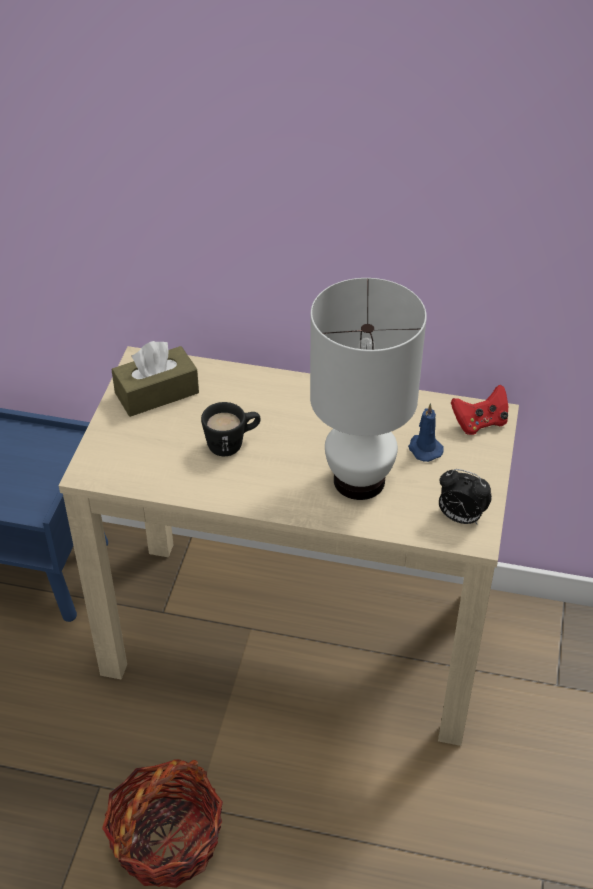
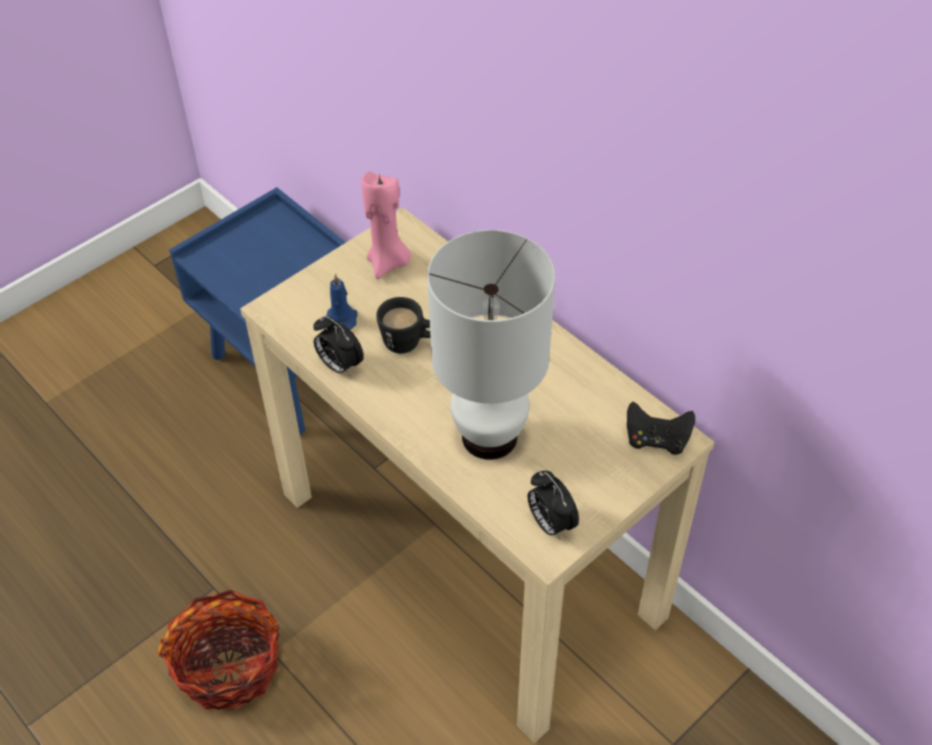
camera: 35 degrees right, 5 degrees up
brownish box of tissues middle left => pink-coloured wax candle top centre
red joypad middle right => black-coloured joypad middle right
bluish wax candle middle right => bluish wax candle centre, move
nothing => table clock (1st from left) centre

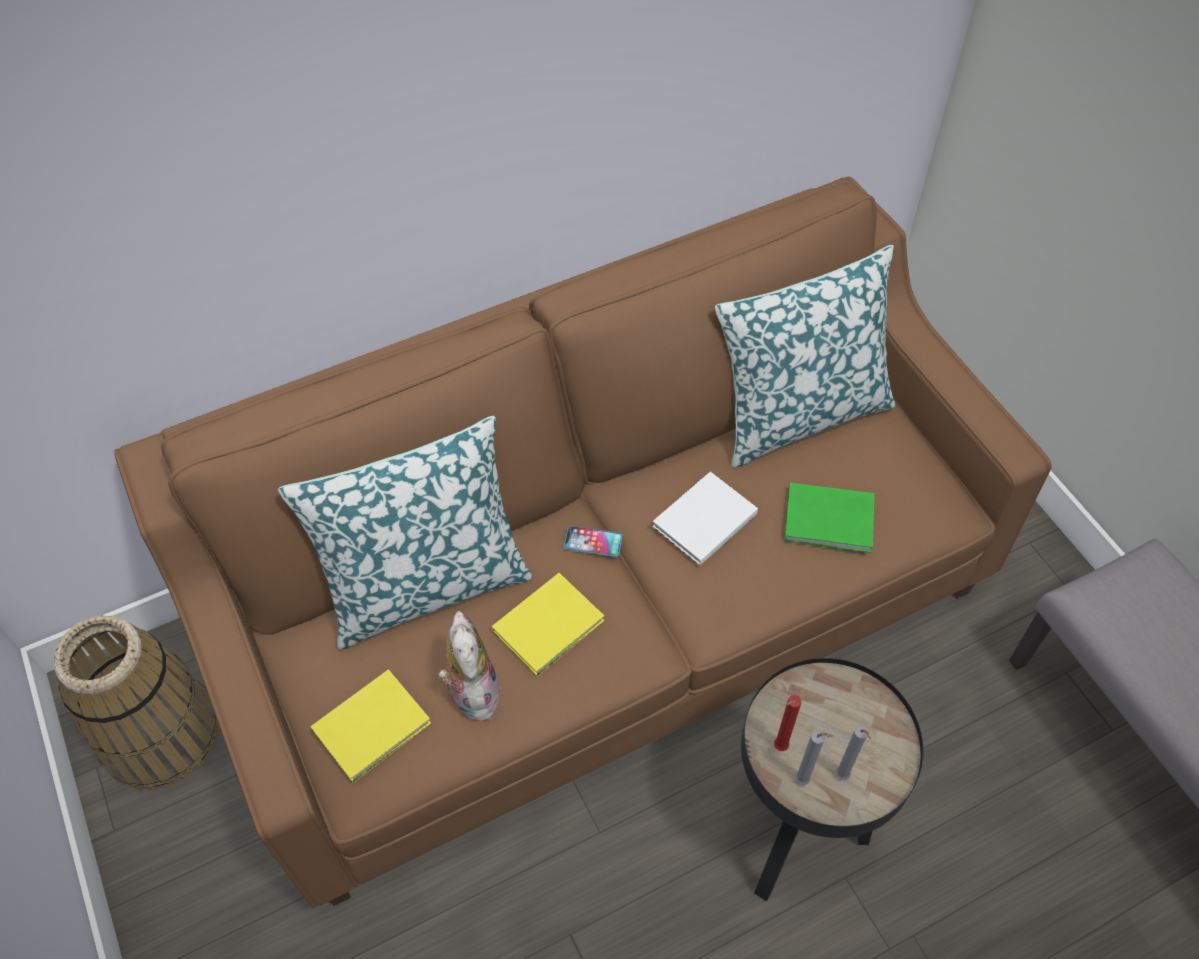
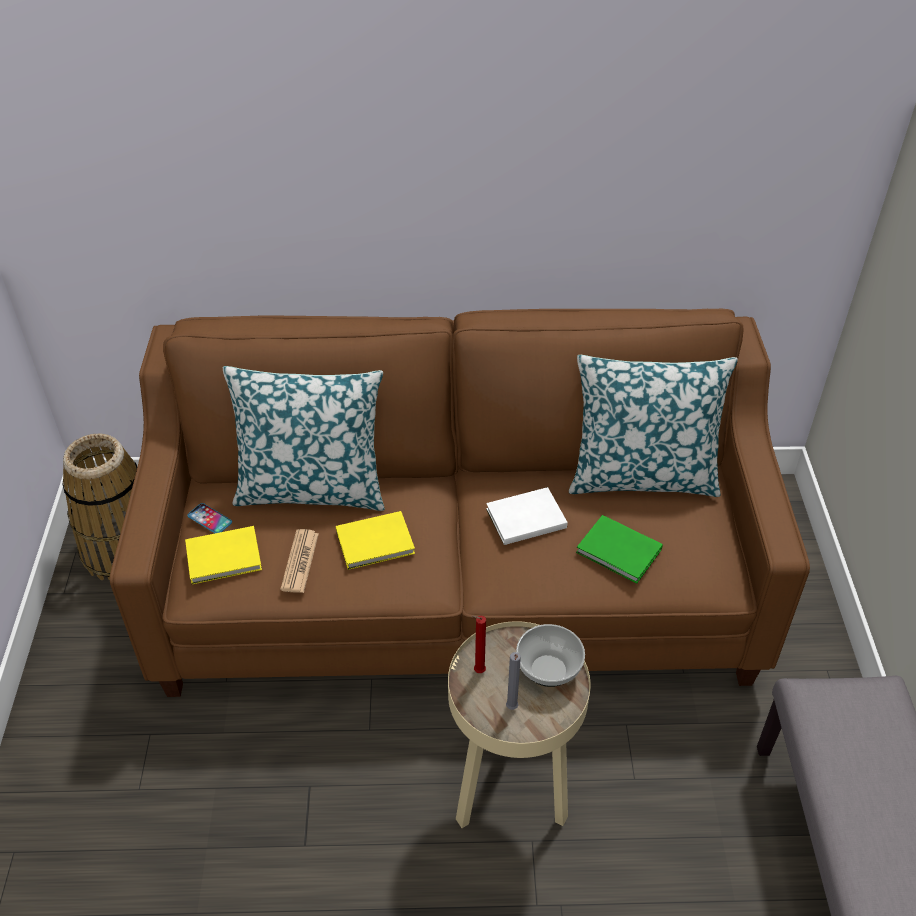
camera: 25 degrees right, 10 degrees down
handset centre => handset middle left, move
plush toy bottom centre => daily paper middle left
black-coloured side table bottom right => beige side table bottom centre
grey wax candle (1st from left) bottom right => nothing
nothing => deep dish bottom centre

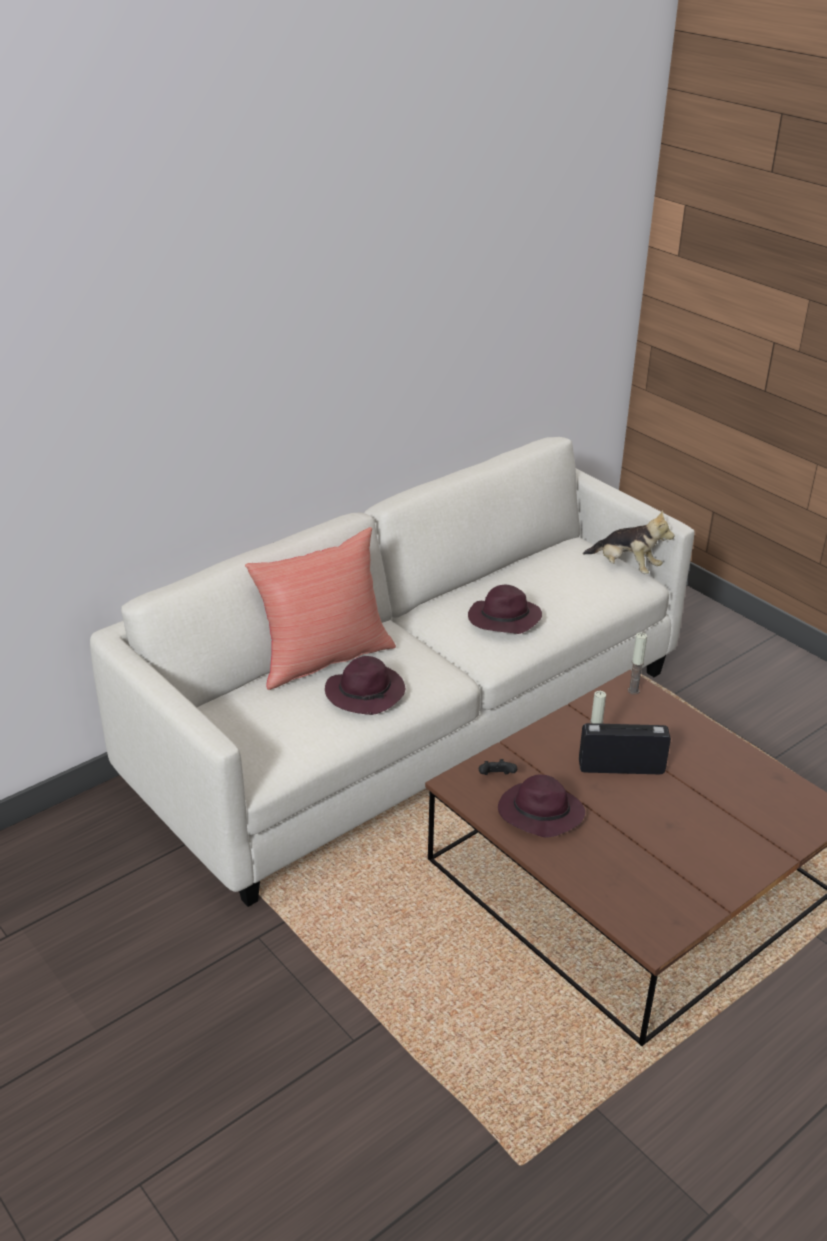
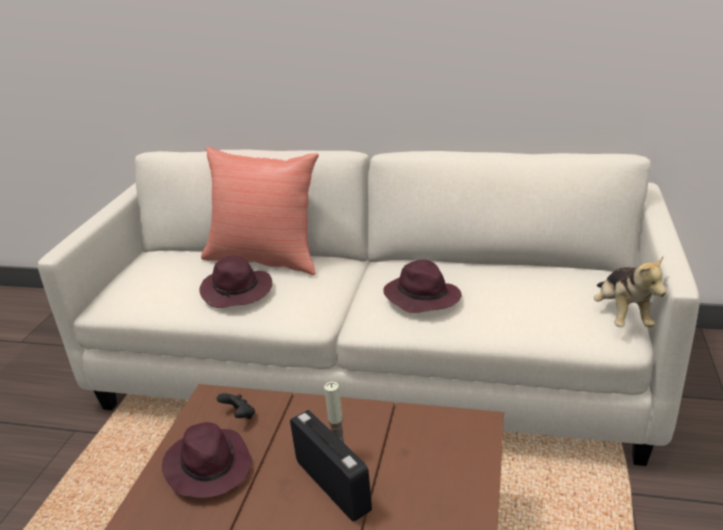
camera: 55 degrees right, 5 degrees down
wax candle (2nd from left) middle right => nothing

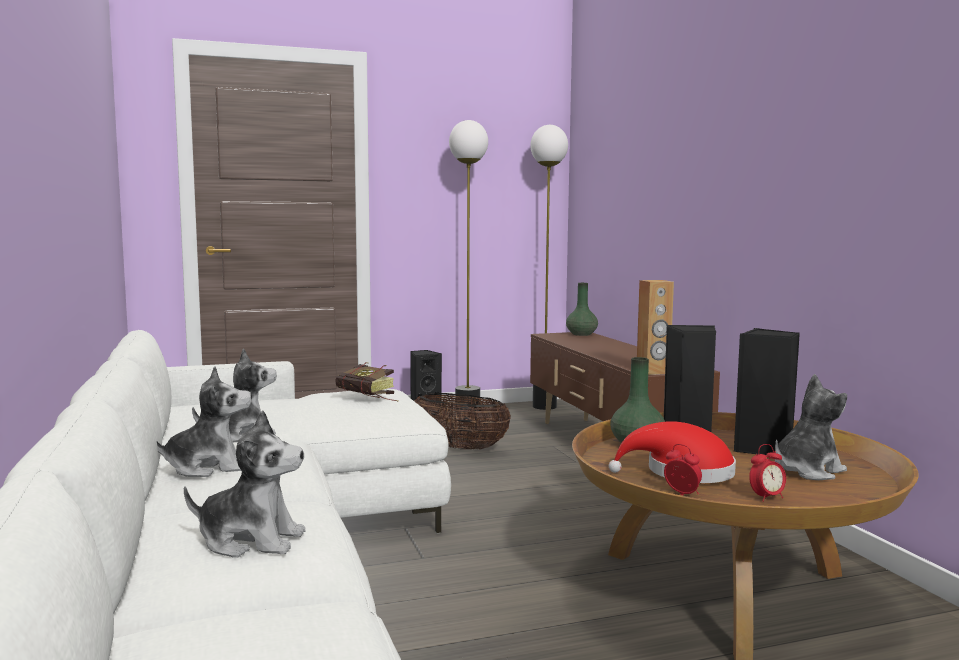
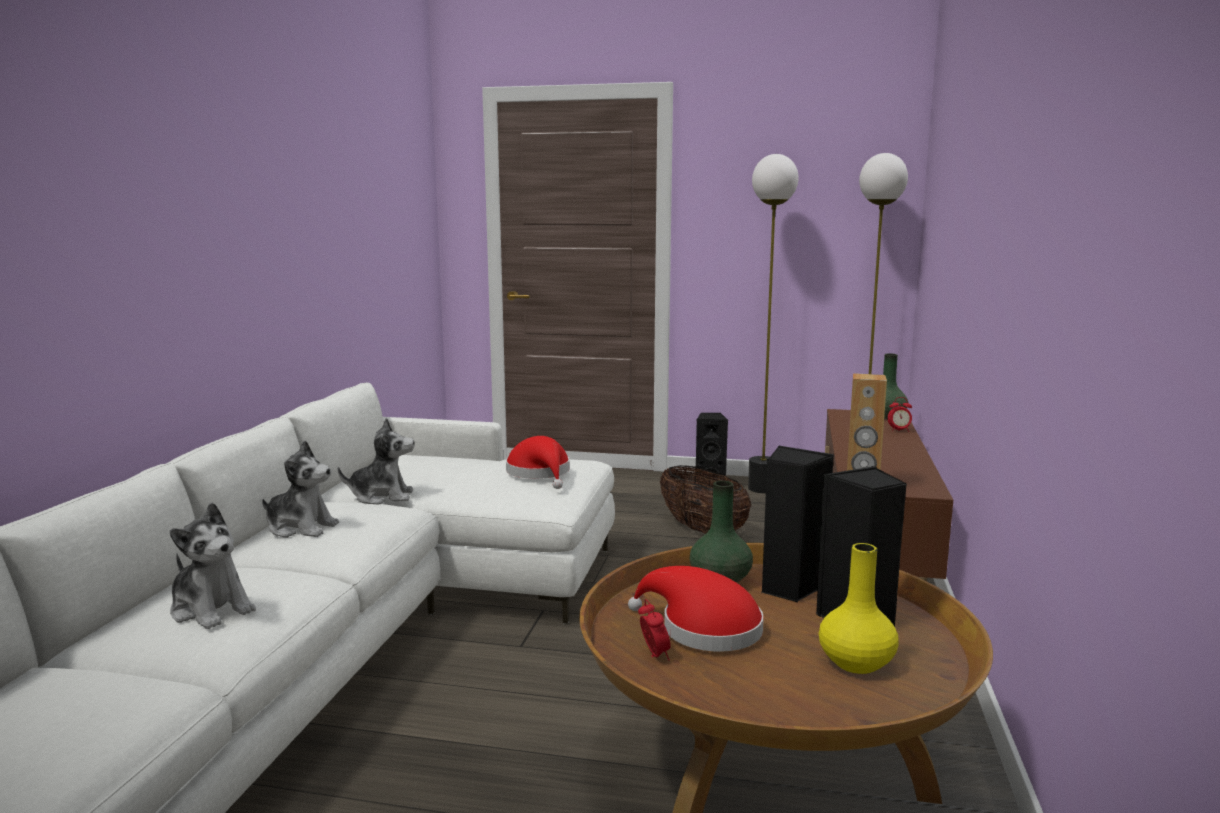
camera: 30 degrees right, 5 degrees up
bound book centre => red hat (1st from left) centre
plush toy (4th from left) middle right => yellow-coloured vase bottom right
table clock (2nd from left) bottom right => table clock (2nd from left) middle right, move

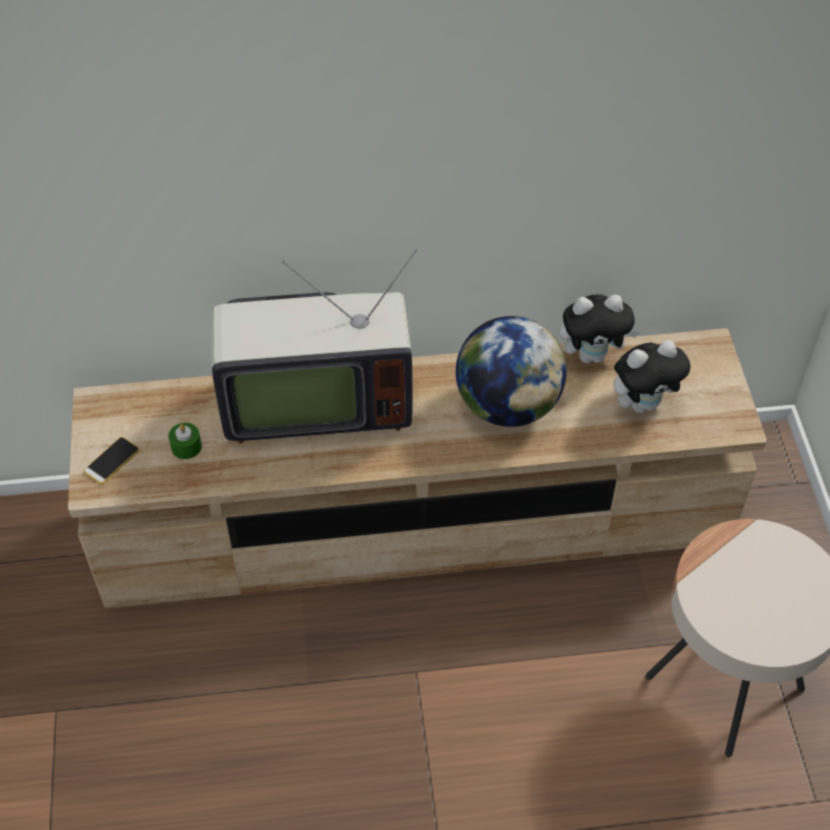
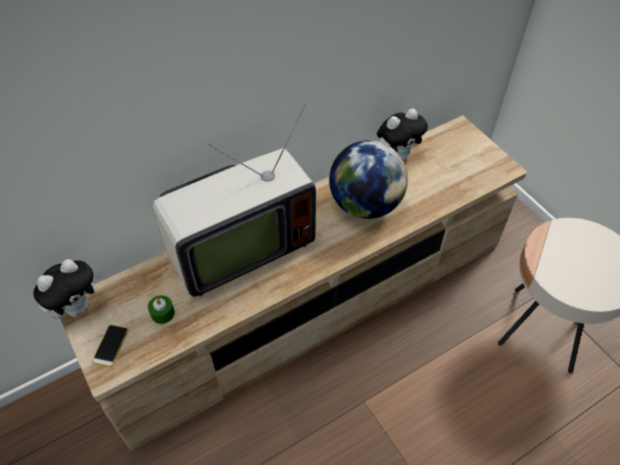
camera: 25 degrees left, 0 degrees up
plush toy (2nd from left in the first image) middle right => plush toy (1st from left) middle left, move

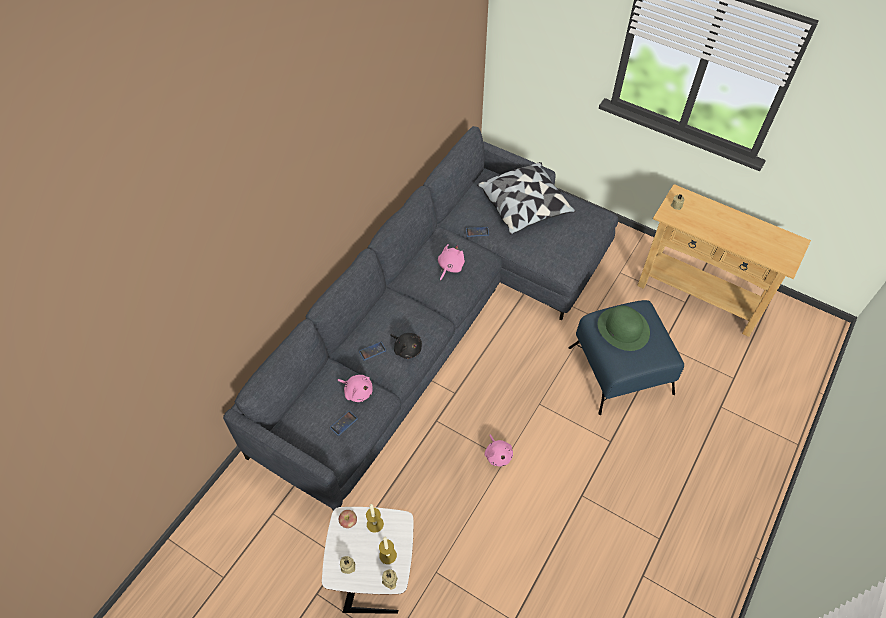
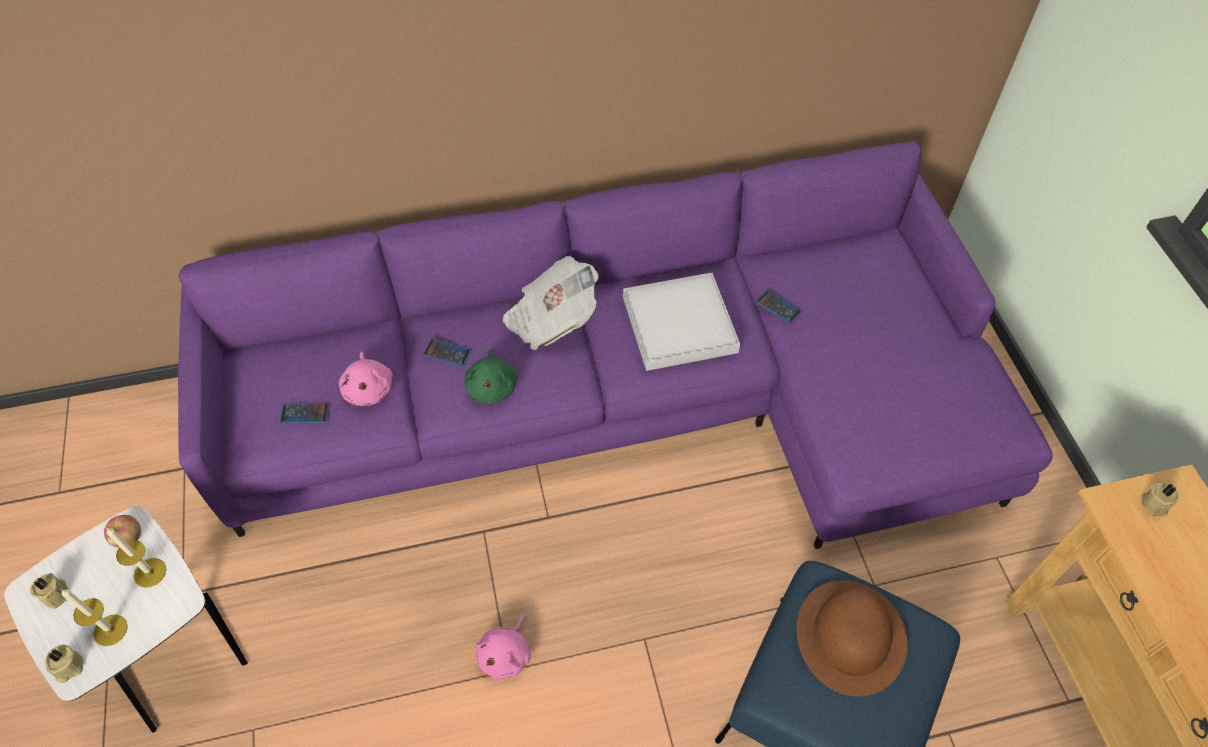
camera: 45 degrees right, 0 degrees up
grey sofa centre => purple-coloured sofa centre
cushion top centre => nothing
pink-coloured plush toy (2nd from left) centre => whitish serving tray centre
green hat middle right => brownish hat bottom right
black-coloured plush toy centre => green plush toy centre
nothing => daily paper centre

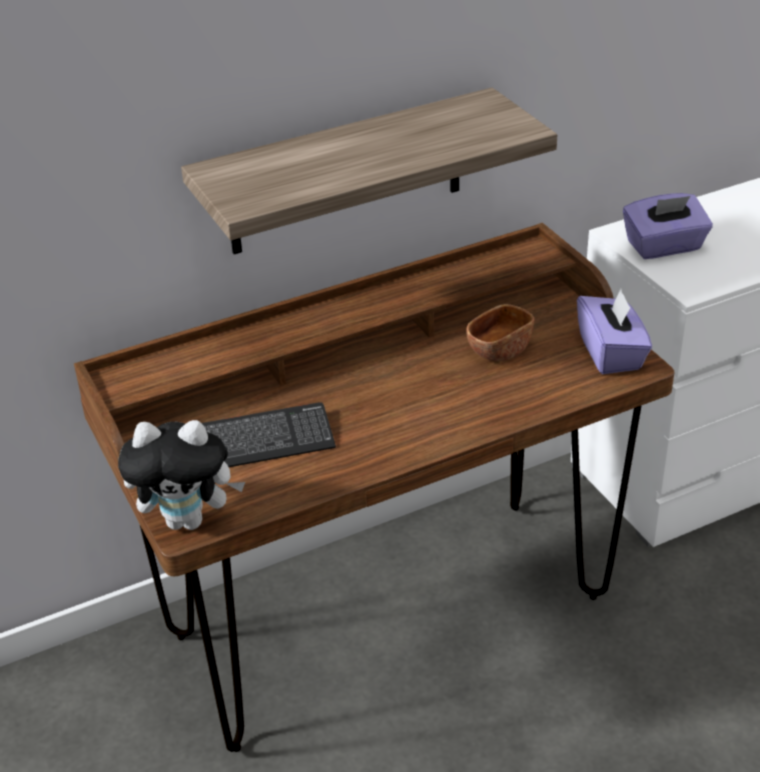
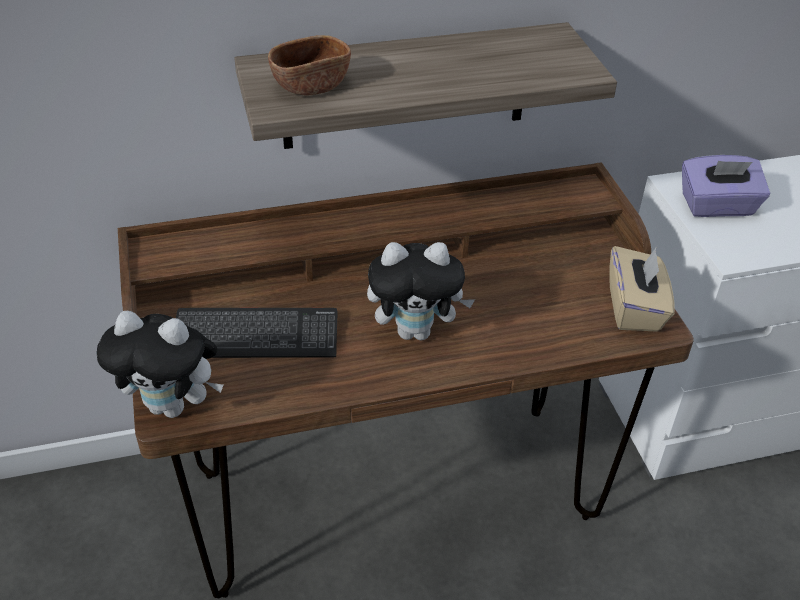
camera: 10 degrees right, 5 degrees up
purple-coloured box of tissues (1st from left) middle right => beige box of tissues middle right
brownish deep dish centre => brownish deep dish top centre, move
nothing => plush toy (2nd from left) centre

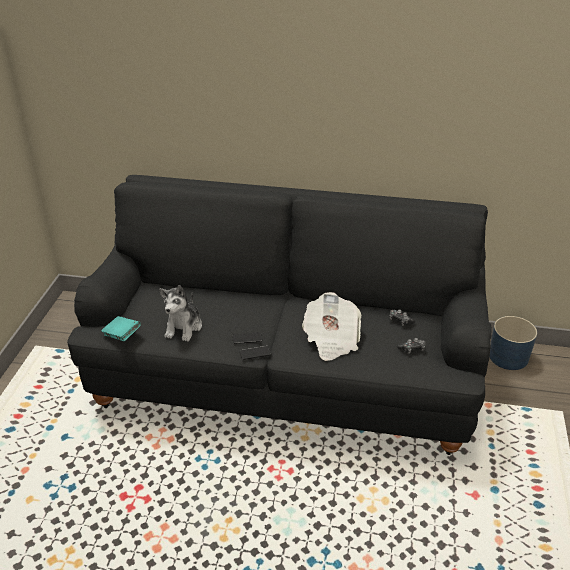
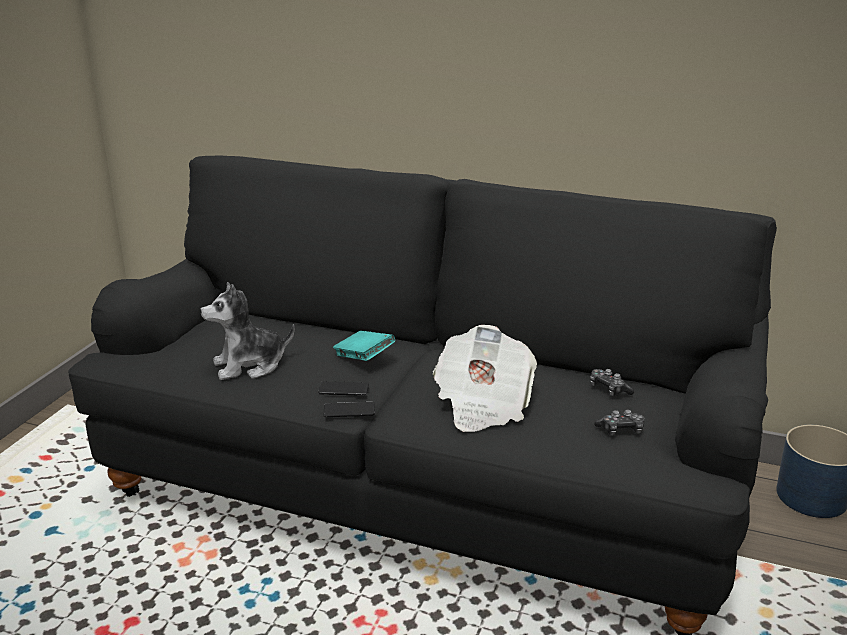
camera: 10 degrees right, 10 degrees down
plush toy middle left, 45 degrees clockwise
turquoise-coloured bound book middle left => turquoise-coloured bound book centre, move

